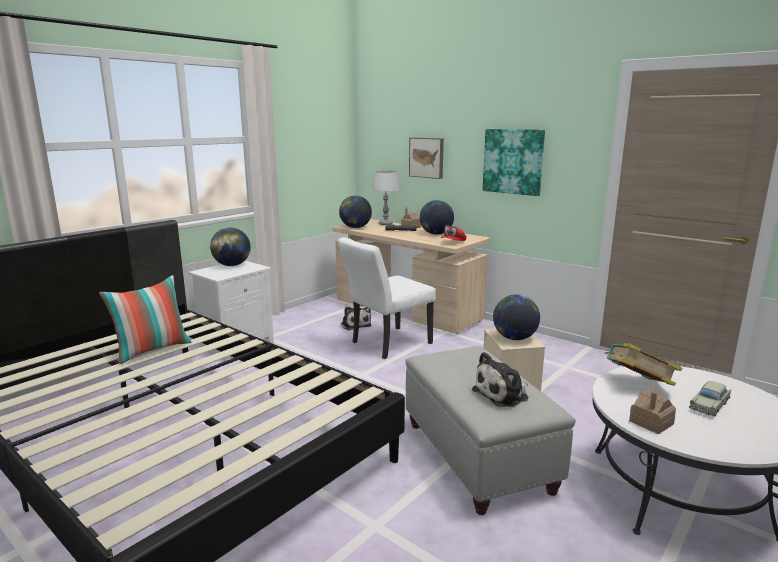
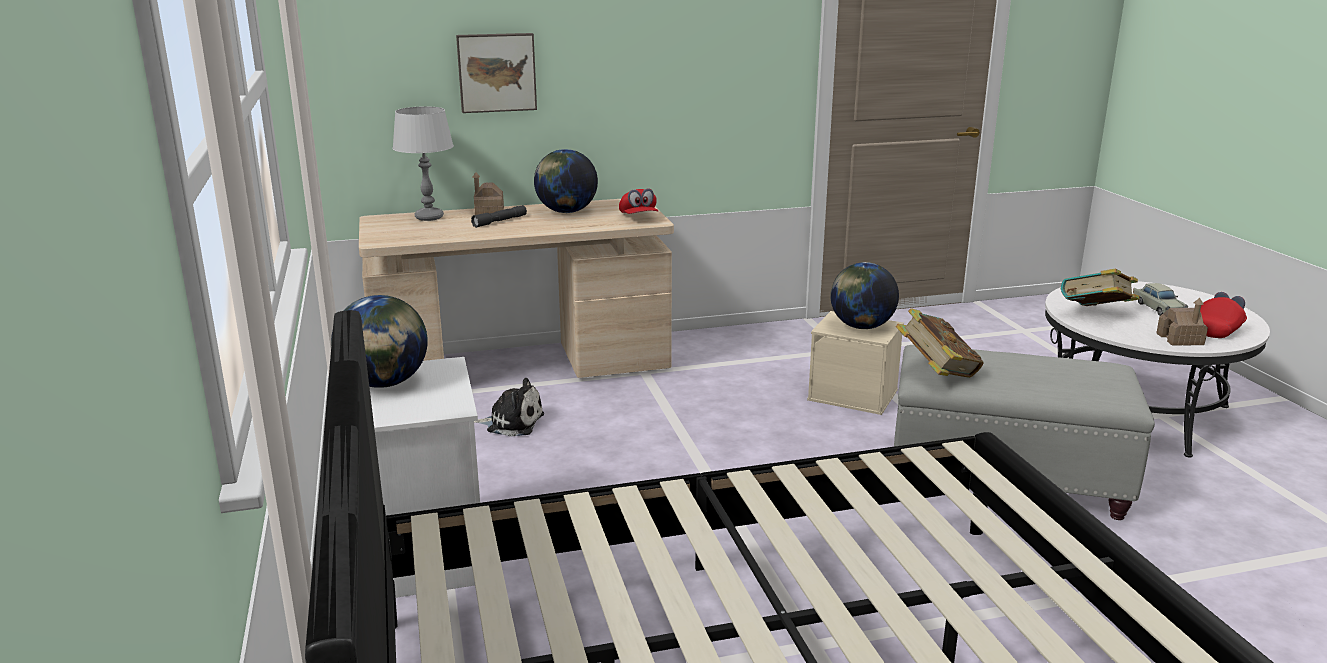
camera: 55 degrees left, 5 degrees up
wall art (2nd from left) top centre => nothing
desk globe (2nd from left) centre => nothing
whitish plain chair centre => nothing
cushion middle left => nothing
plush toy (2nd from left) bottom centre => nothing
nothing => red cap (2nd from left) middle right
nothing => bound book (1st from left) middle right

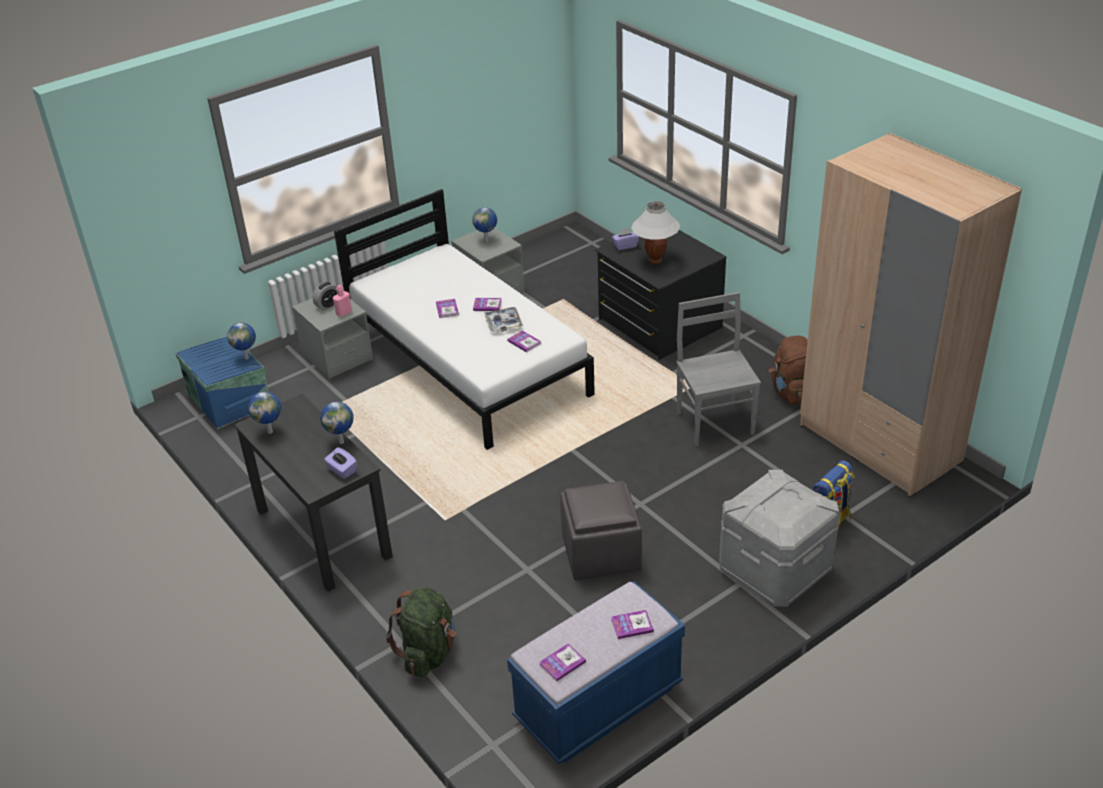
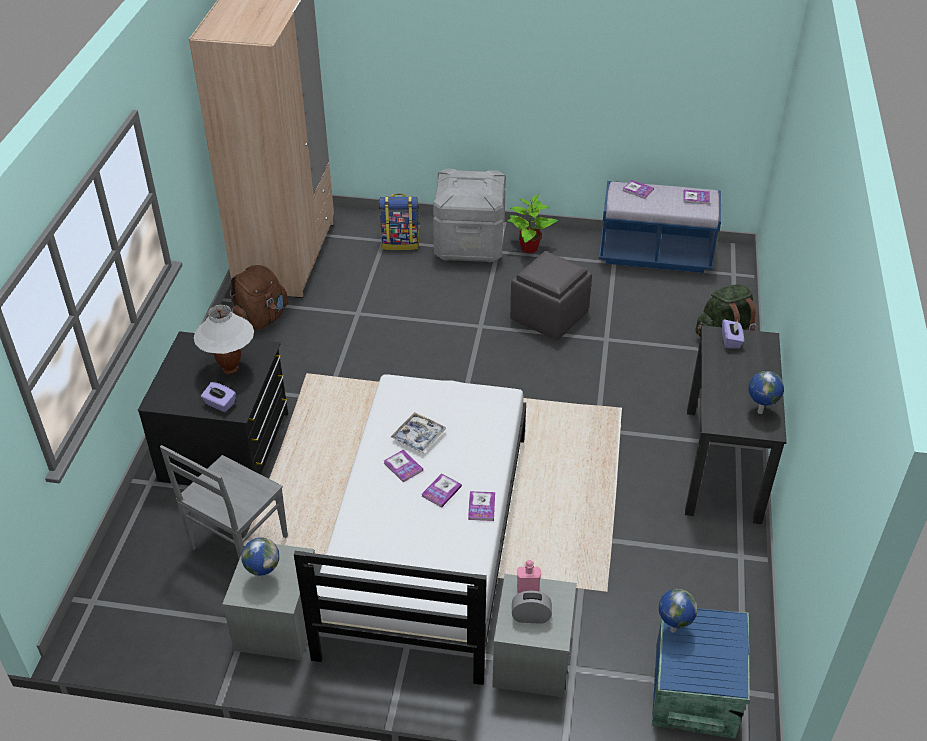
camera: 135 degrees left, 5 degrees up
grey plain chair centre => grey plain chair bottom left, move
bound book (3rd from left) centre => bound book (3rd from left) bottom centre, move
desk globe (3rd from left) middle left => nothing
nothing => plant in a pot top centre

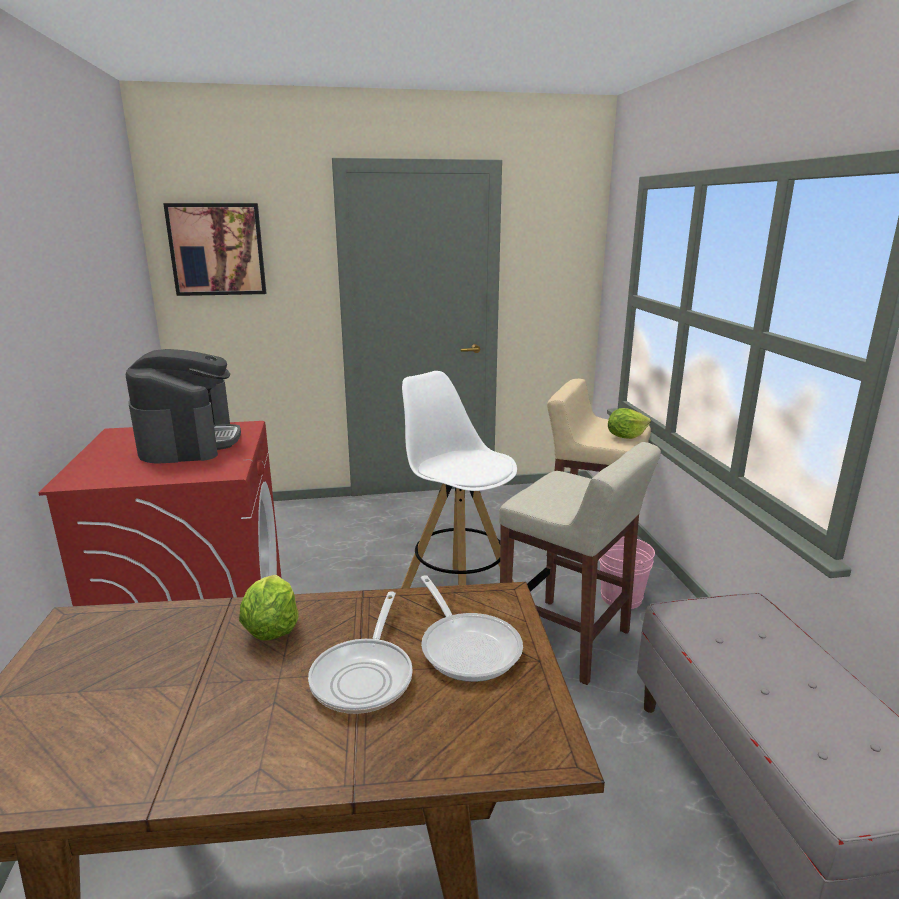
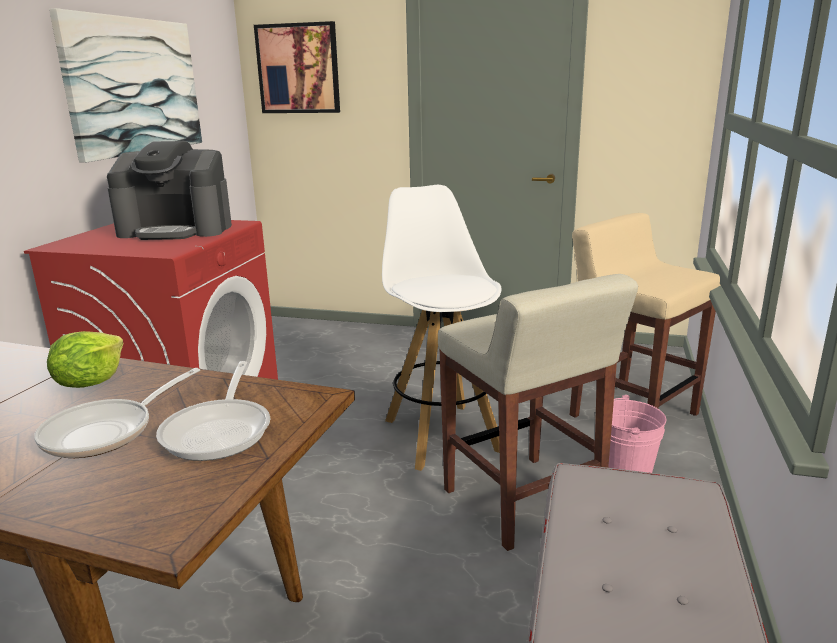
camera: 25 degrees right, 0 degrees up
coffee brewer middle left => coffee brewer top left, 75 degrees clockwise
head of lettuce (2nd from left) middle right => nothing
nothing => wall art (1st from left) top left

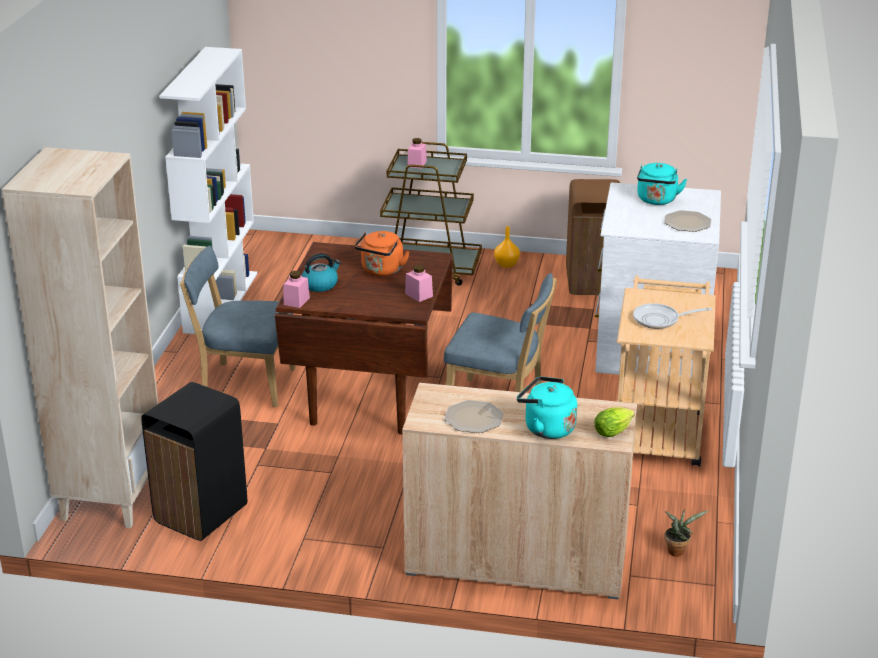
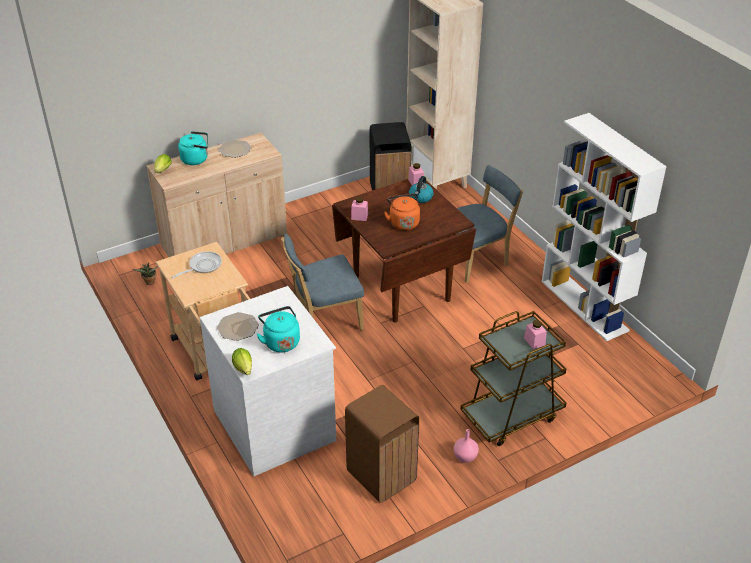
camera: 140 degrees right, 10 degrees up
orange vase centre => pink-coloured vase bottom centre
nothing => head of lettuce (2nd from left) middle left

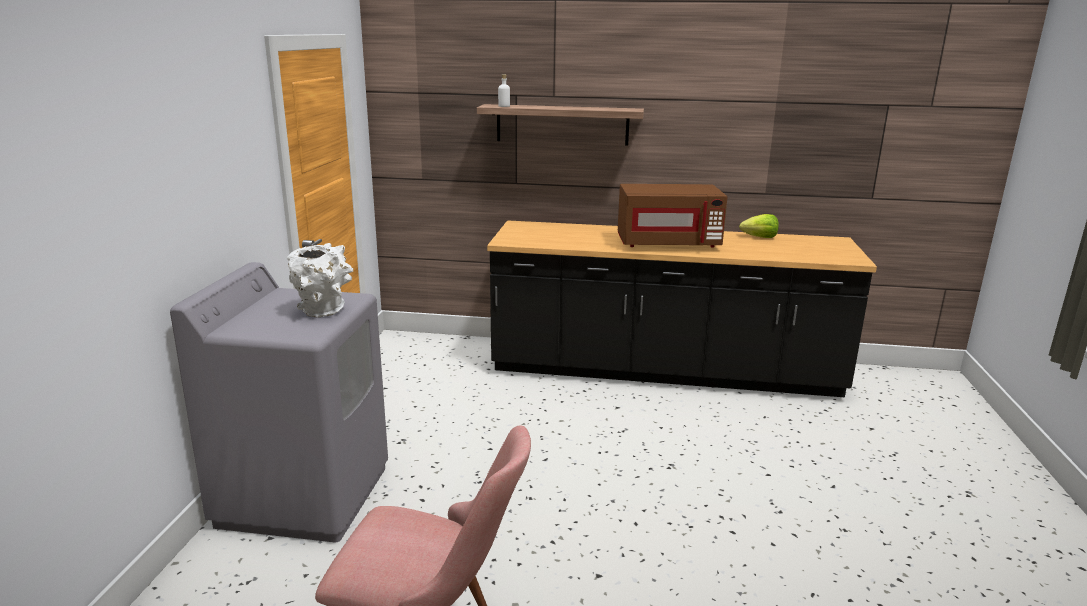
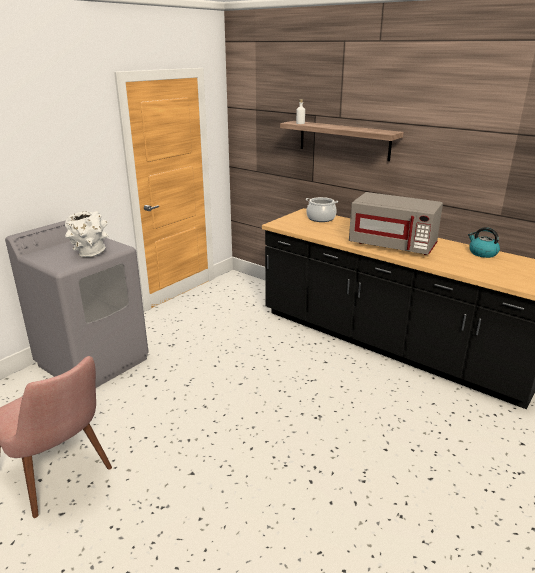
camera: 30 degrees right, 5 degrees up
brownish microwave centre => grey microwave middle right
head of lettuce middle right => water kettle middle right
nothing => stockpot centre

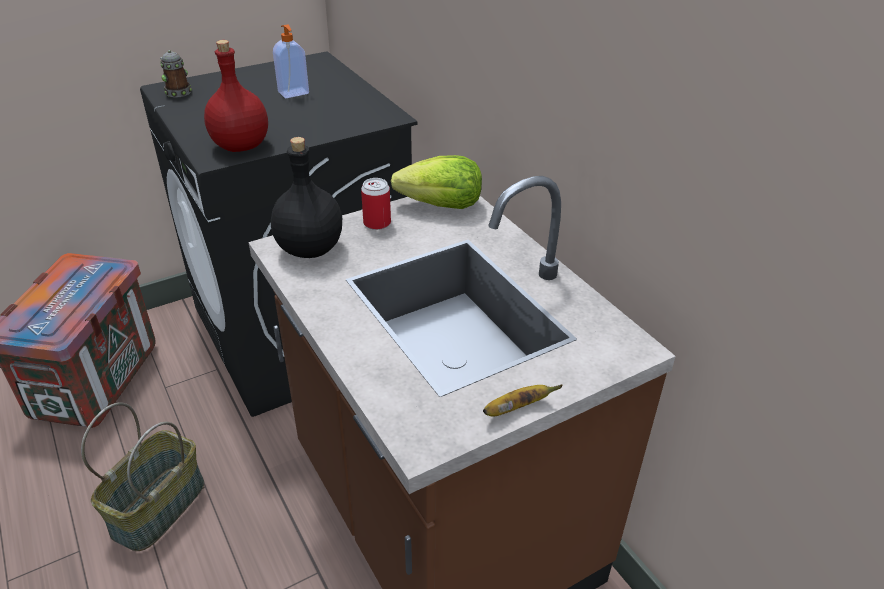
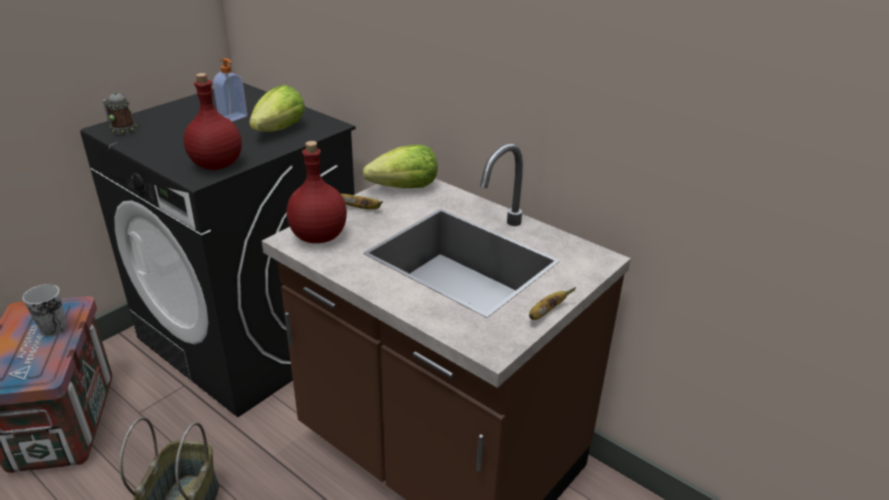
camera: 20 degrees left, 5 degrees down
black-coloured drink bottle centre => red drink bottle (2nd from left) centre
metal can centre => banana fruit (1st from left) centre
nothing => head of lettuce (1st from left) top left
nothing => cup middle left

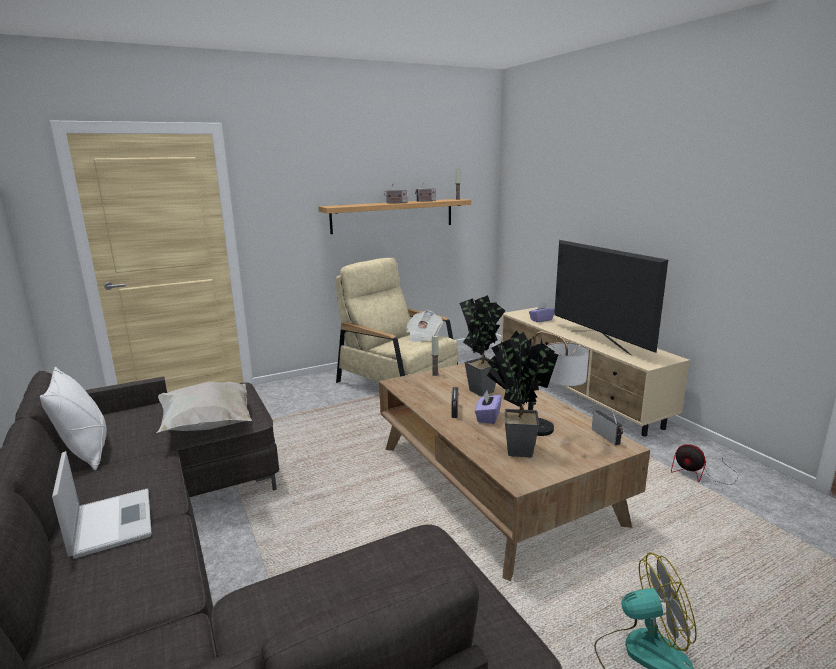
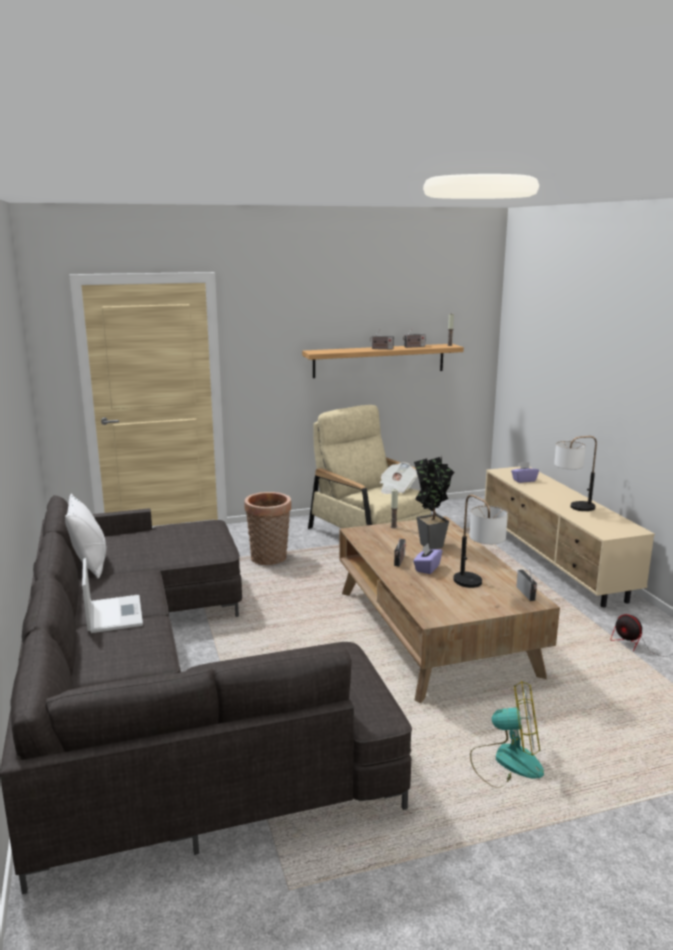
camera: 10 degrees right, 0 degrees up
TV middle right => tabletop lamp (2nd from left) middle right
plant in a pot (2nd from left) centre => nothing
whitish cushion (2nd from left) middle left => nothing
nothing => basket centre

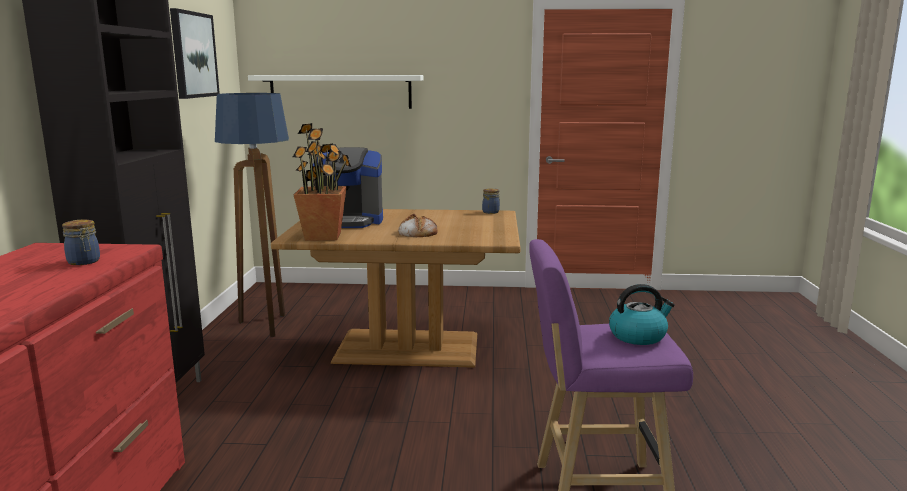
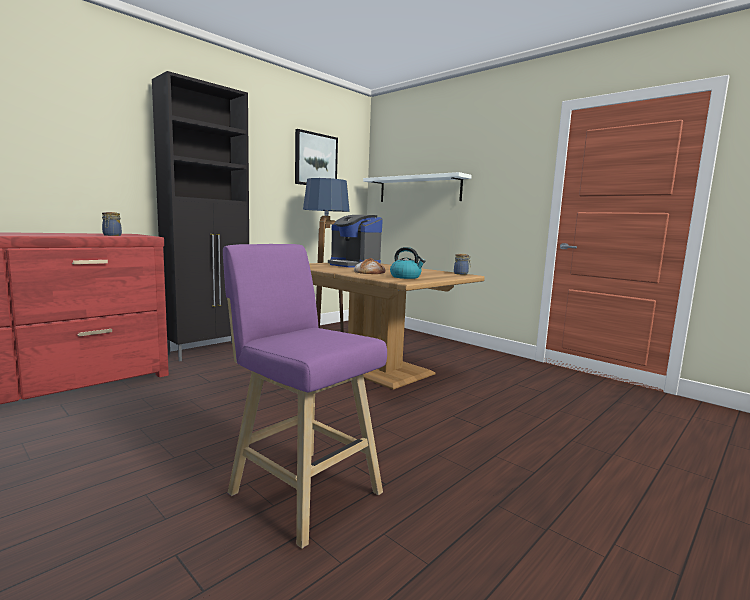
camera: 40 degrees right, 5 degrees down
plant in a pot centre => nothing
water kettle middle right => water kettle centre, move

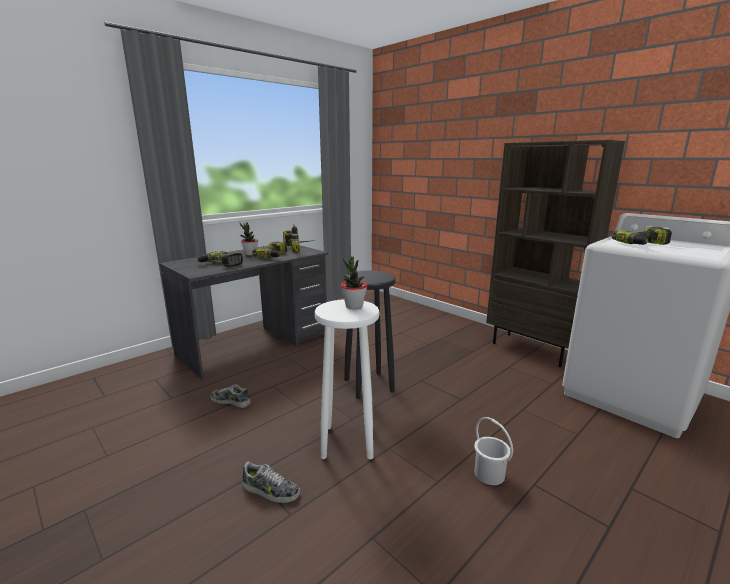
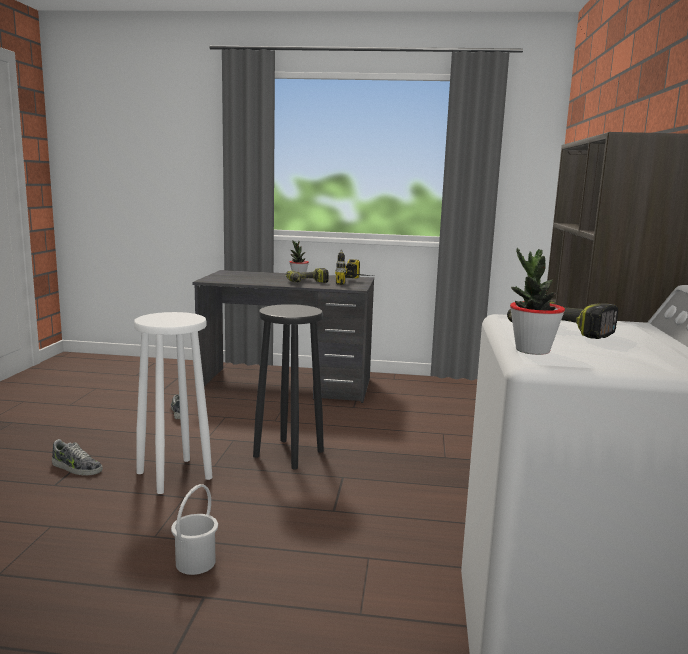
camera: 50 degrees right, 5 degrees down
drill (1st from left) middle left => nothing
plant in a pot (2nd from left) centre => plant in a pot (2nd from left) middle right, move
low shoe (2nd from left in the first image) bottom centre => low shoe (1st from left) bottom left, 45 degrees counterclockwise

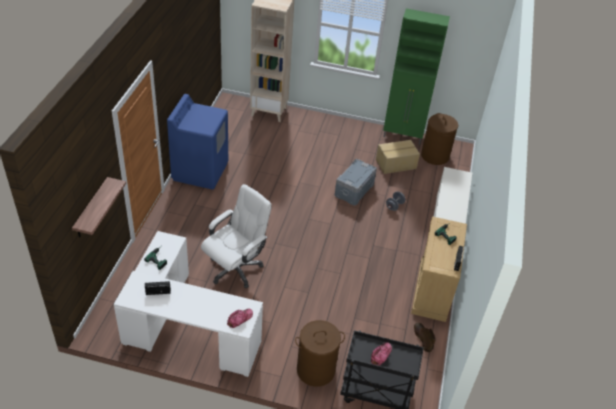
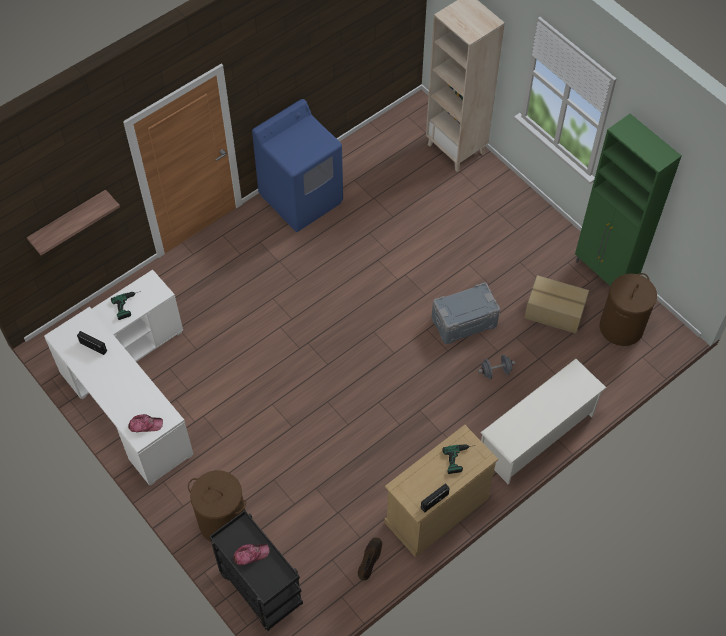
camera: 40 degrees right, 15 degrees up
whitish computer chair centre => nothing

